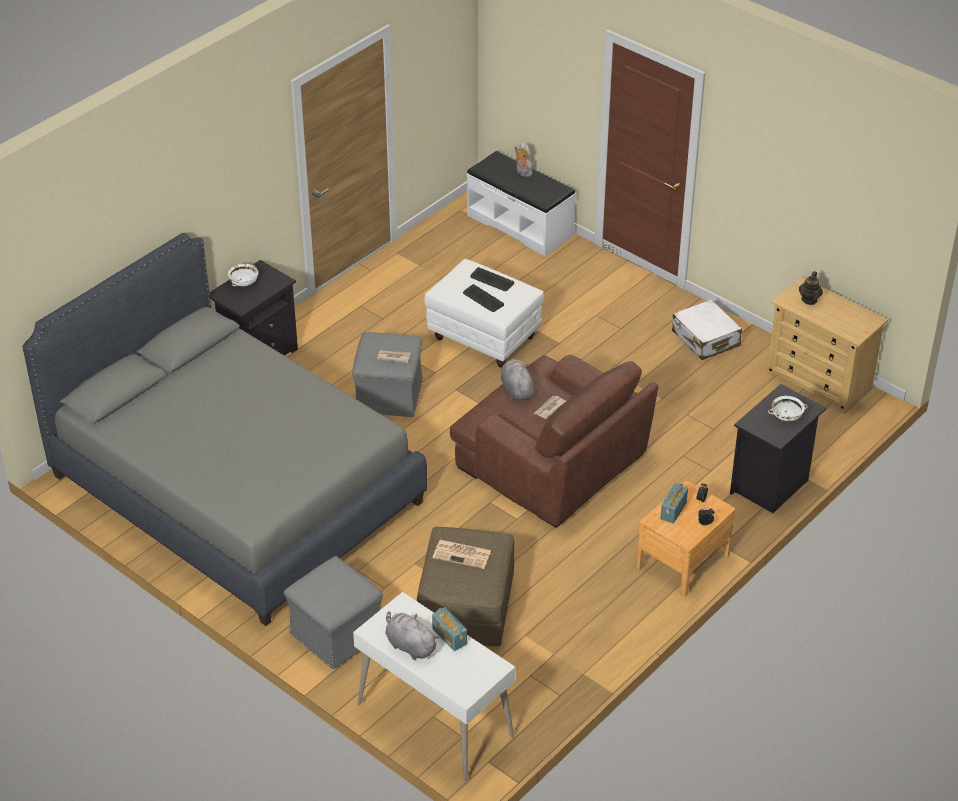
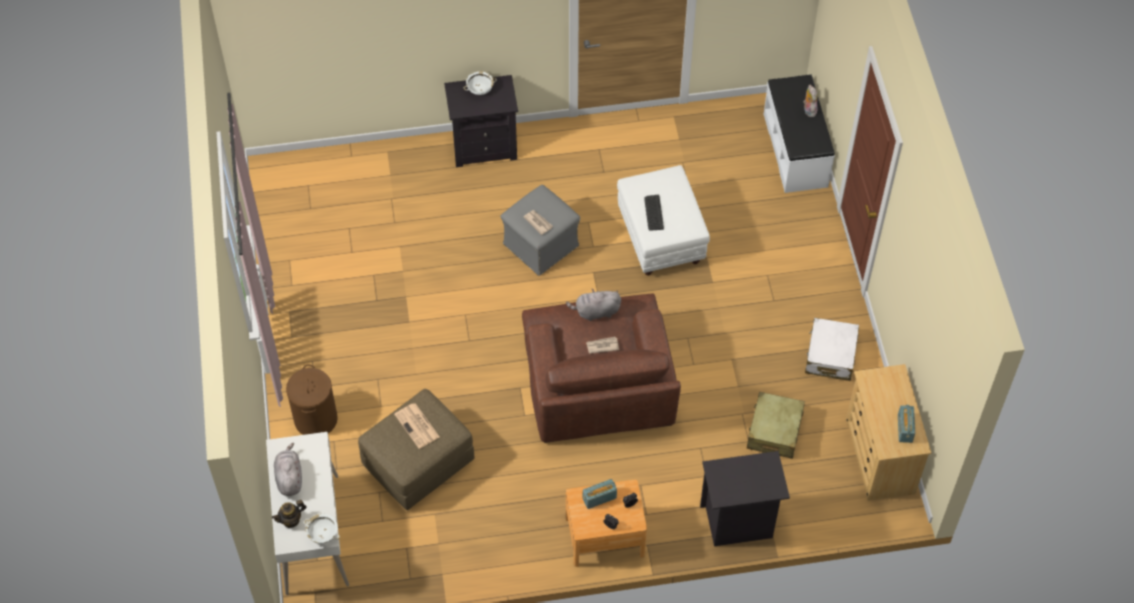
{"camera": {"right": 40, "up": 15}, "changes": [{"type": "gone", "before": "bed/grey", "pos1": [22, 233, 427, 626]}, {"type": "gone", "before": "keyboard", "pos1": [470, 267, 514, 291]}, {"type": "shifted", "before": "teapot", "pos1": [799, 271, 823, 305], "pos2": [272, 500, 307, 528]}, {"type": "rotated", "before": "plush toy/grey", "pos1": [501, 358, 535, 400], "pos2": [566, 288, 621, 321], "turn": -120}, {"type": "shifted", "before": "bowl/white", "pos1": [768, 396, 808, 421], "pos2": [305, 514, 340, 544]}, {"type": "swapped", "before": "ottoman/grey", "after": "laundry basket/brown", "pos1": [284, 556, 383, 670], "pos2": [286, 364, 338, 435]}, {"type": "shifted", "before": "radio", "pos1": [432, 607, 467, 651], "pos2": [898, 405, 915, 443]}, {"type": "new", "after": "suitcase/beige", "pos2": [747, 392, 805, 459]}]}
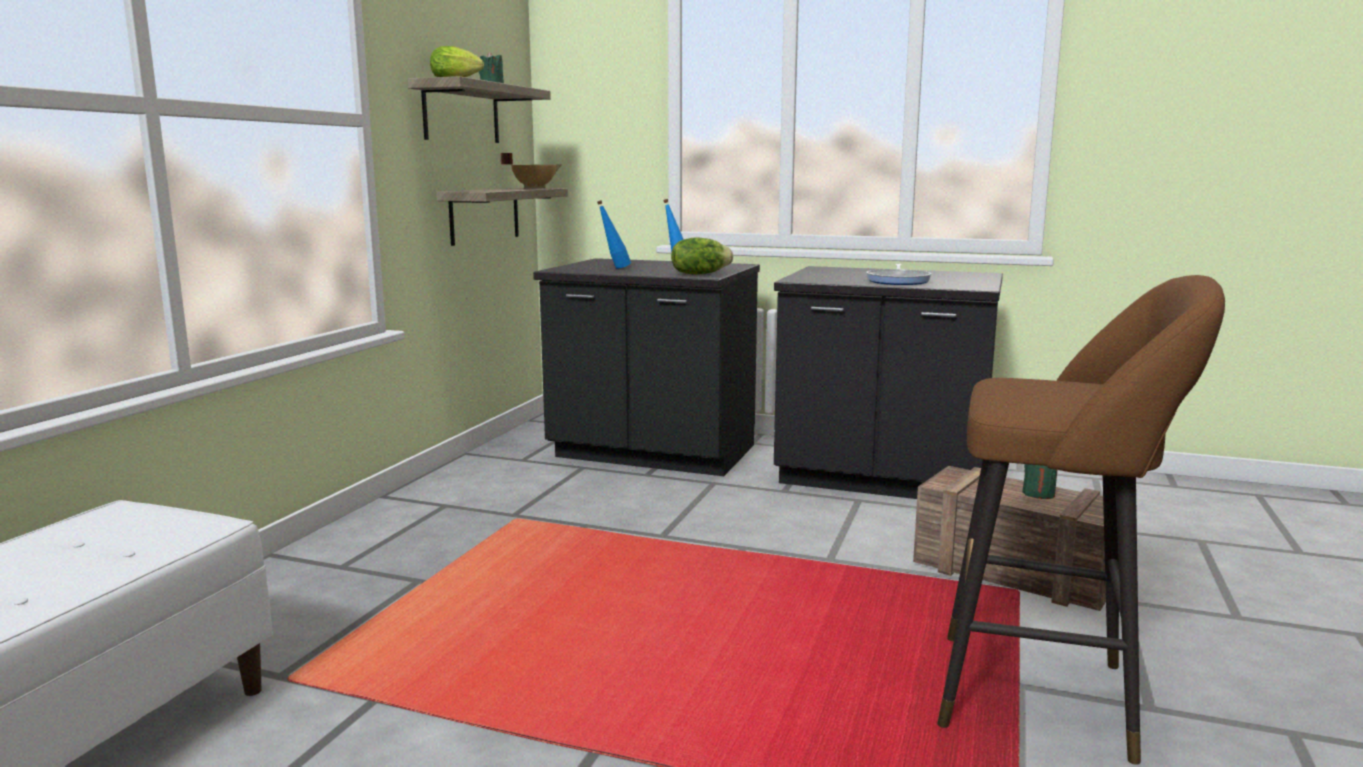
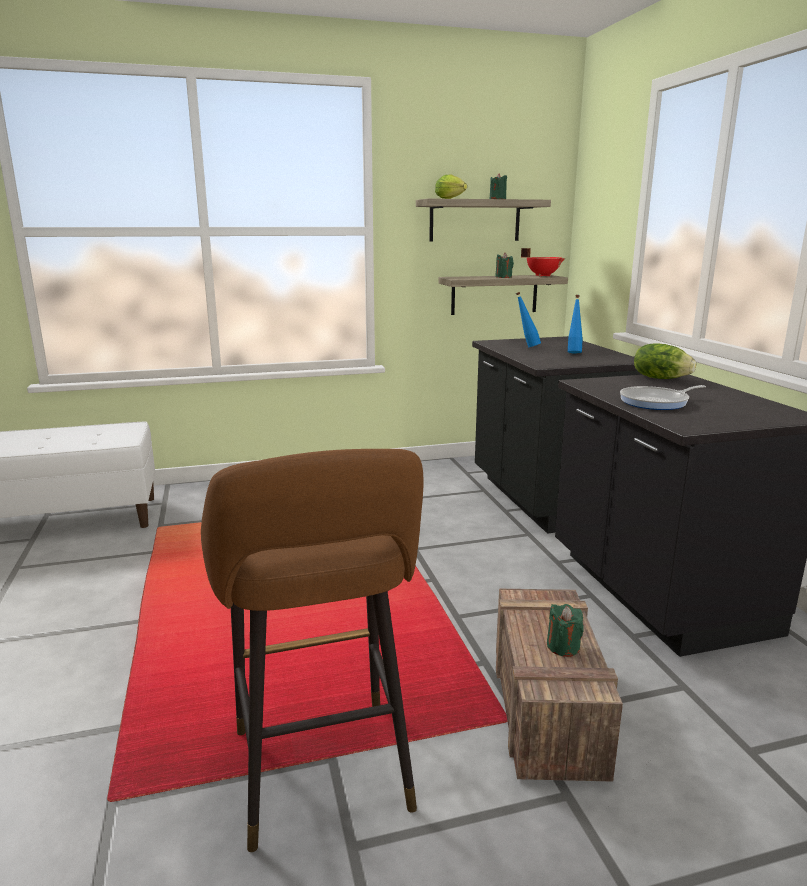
{"camera": {"right": 55, "up": 5}, "changes": [{"type": "repainted", "before": "cooking pot/beige", "after": "cooking pot/red", "pos1": [501, 153, 562, 188], "pos2": [521, 248, 565, 276]}, {"type": "shifted", "before": "lettuce", "pos1": [671, 237, 733, 275], "pos2": [634, 343, 696, 379]}, {"type": "new", "after": "candle/green", "pos2": [495, 253, 514, 278]}]}
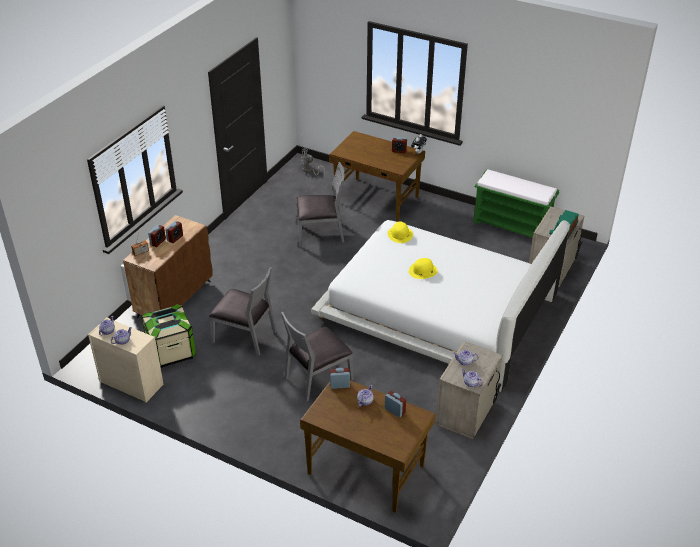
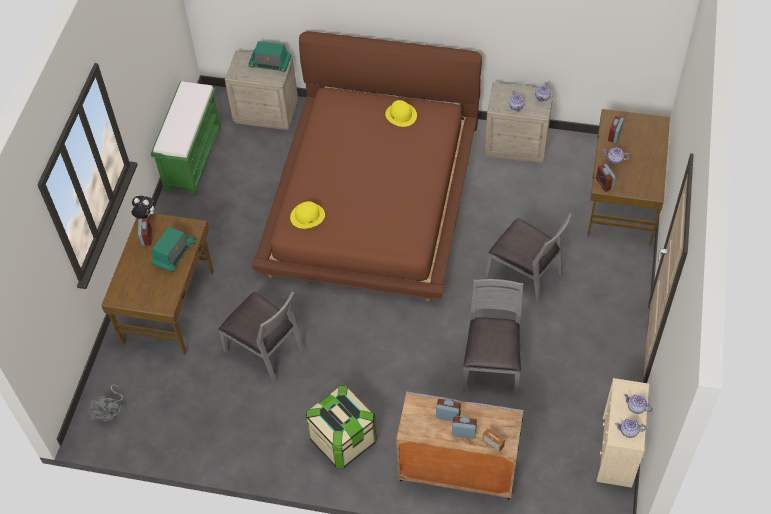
{"camera": {"right": -105, "up": 15}, "changes": [{"type": "rotated", "before": "chair/grey", "pos1": [296, 162, 345, 247], "pos2": [218, 291, 304, 382], "turn": 150}, {"type": "repainted", "before": "cabinet/brown", "after": "cabinet/grey", "pos1": [123, 215, 213, 318], "pos2": [396, 391, 523, 500]}, {"type": "repainted", "before": "bed/white", "after": "bed/brown", "pos1": [311, 220, 570, 392], "pos2": [252, 31, 482, 301]}, {"type": "shifted", "before": "hat/yellow", "pos1": [409, 258, 438, 279], "pos2": [385, 100, 417, 127]}, {"type": "shifted", "before": "storage box", "pos1": [142, 304, 196, 368], "pos2": [306, 386, 377, 468]}, {"type": "new", "after": "radio", "pos2": [151, 227, 195, 272]}]}
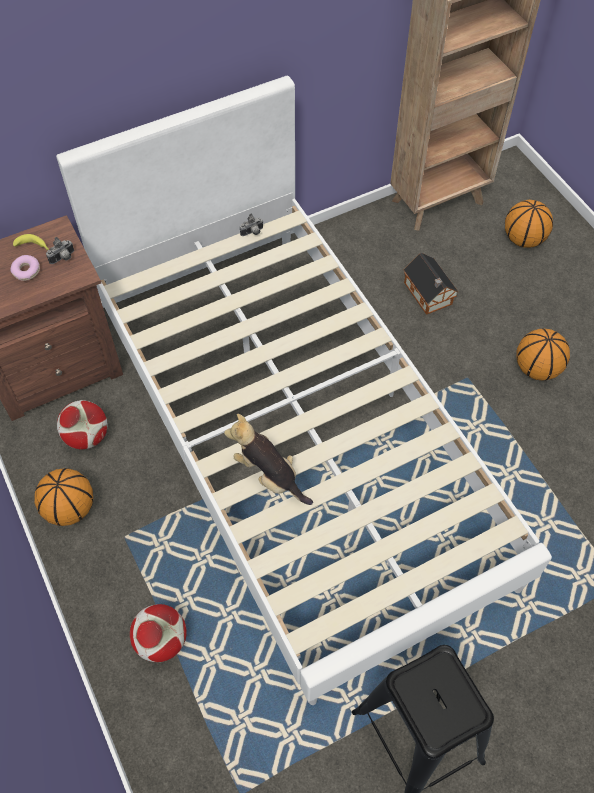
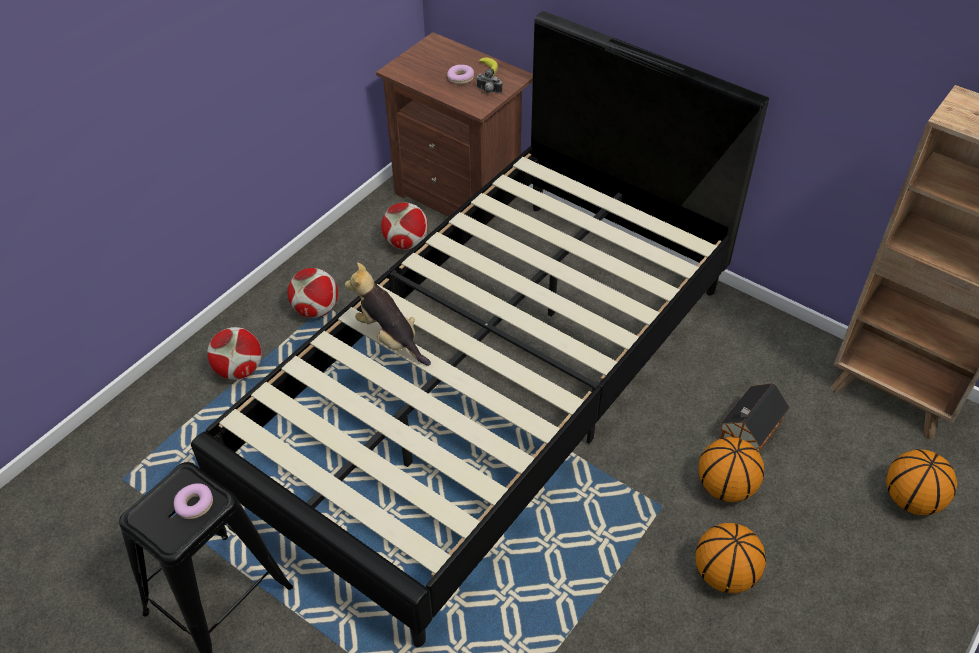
{"camera": {"right": 65, "up": -10}, "changes": [{"type": "repainted", "before": "bed/white", "after": "bed/black", "pos1": [56, 76, 552, 705], "pos2": [191, 11, 769, 647]}, {"type": "gone", "before": "photo camera", "pos1": [240, 214, 263, 236]}, {"type": "rotated", "before": "plush toy", "pos1": [224, 414, 313, 505], "pos2": [345, 262, 431, 366], "turn": -60}, {"type": "shifted", "before": "basketball", "pos1": [34, 468, 93, 526], "pos2": [698, 437, 764, 502]}, {"type": "new", "after": "football", "pos2": [288, 268, 338, 318]}, {"type": "new", "after": "donut", "pos2": [174, 483, 213, 519]}]}
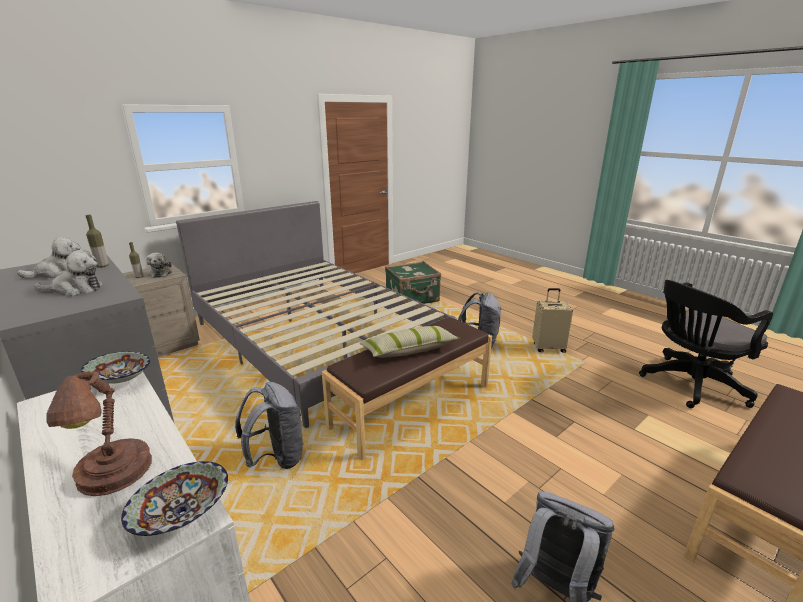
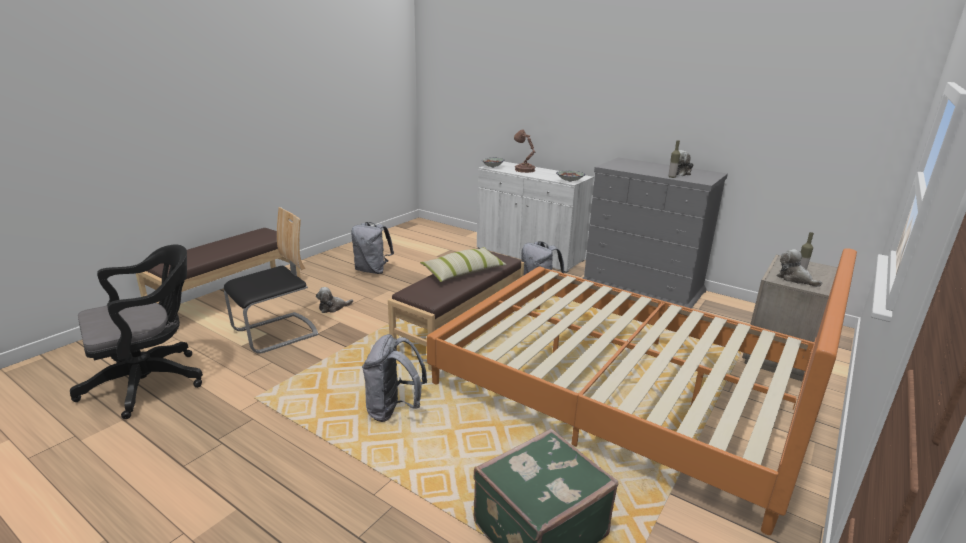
{"camera": {"right": 165, "up": 0}, "changes": [{"type": "repainted", "before": "bed/grey", "after": "bed/orange", "pos1": [176, 201, 457, 428], "pos2": [427, 248, 857, 535]}, {"type": "shifted", "before": "plush toy", "pos1": [34, 250, 103, 297], "pos2": [316, 287, 353, 313]}, {"type": "gone", "before": "suitcase/beige", "pos1": [532, 288, 573, 353]}, {"type": "new", "after": "chair", "pos2": [224, 207, 319, 354]}]}
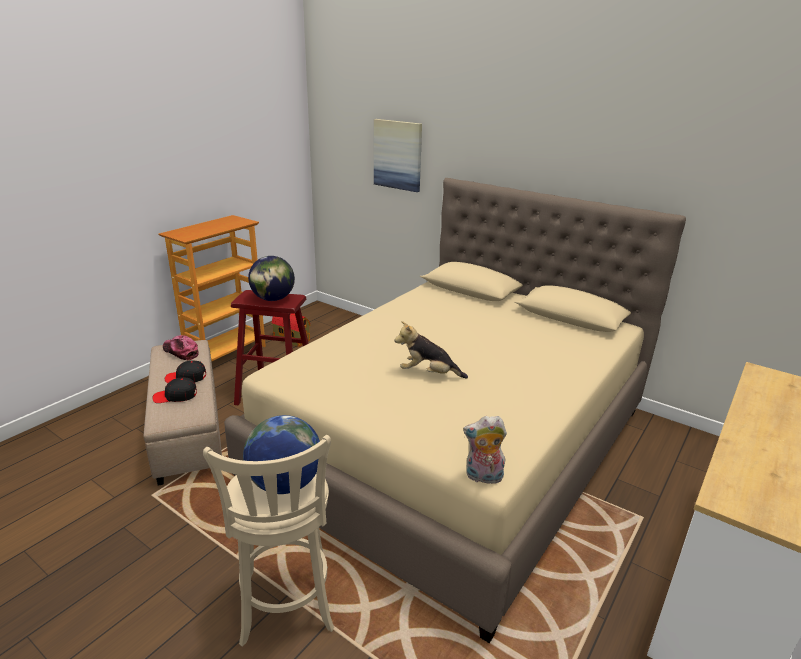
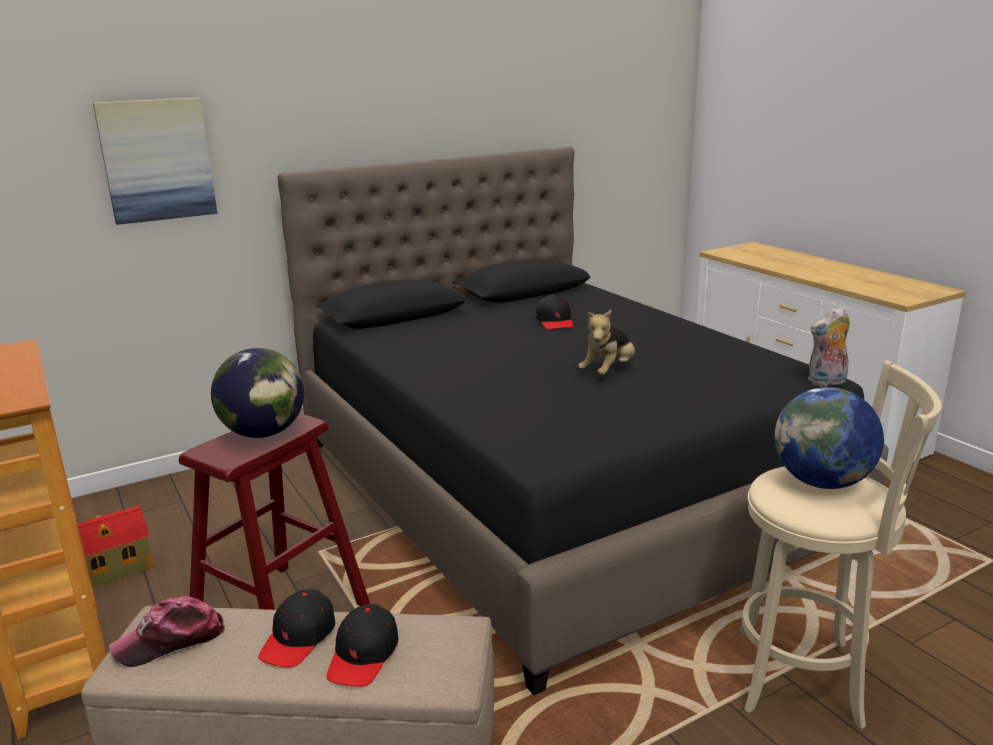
{"camera": {"right": -65, "up": -5}, "changes": [{"type": "repainted", "before": "bed/beige", "after": "bed/black", "pos1": [224, 178, 686, 643], "pos2": [277, 147, 889, 695]}, {"type": "rotated", "before": "plush toy", "pos1": [463, 416, 507, 484], "pos2": [808, 306, 850, 386], "turn": 45}, {"type": "new", "after": "cap/black", "pos2": [536, 295, 573, 330]}]}
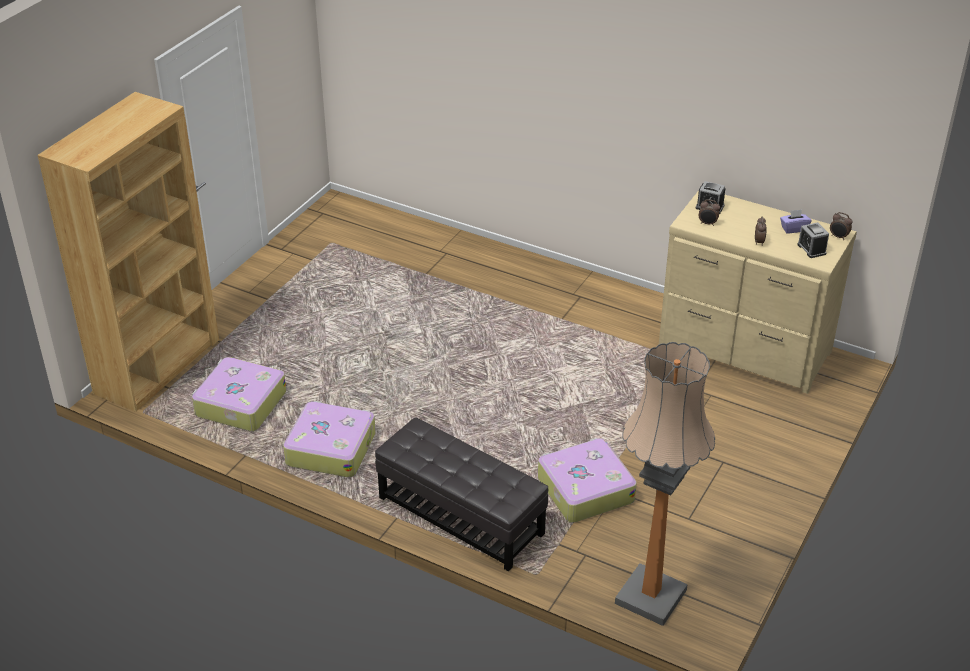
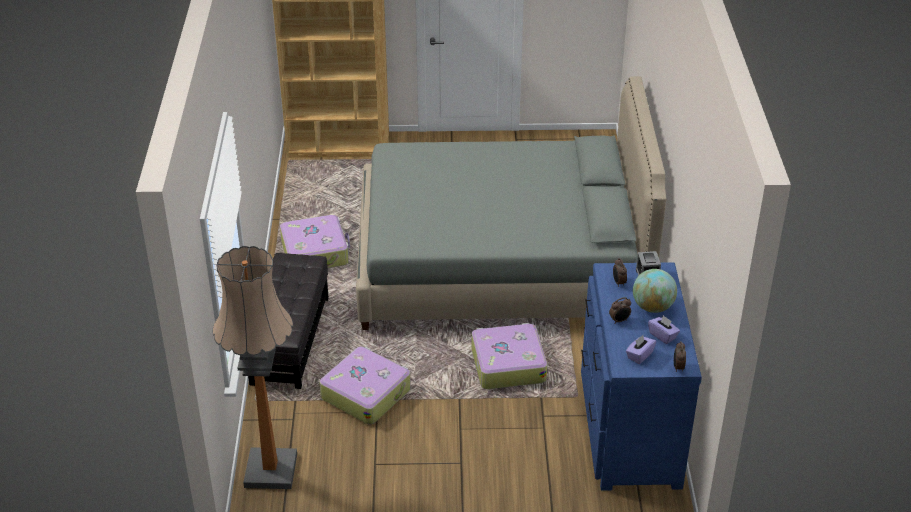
{"camera": {"right": 60, "up": 0}, "changes": [{"type": "repainted", "before": "dresser/beige", "after": "dresser/blue", "pos1": [659, 191, 857, 394], "pos2": [581, 262, 702, 491]}, {"type": "swapped", "before": "alarm clock", "after": "tissue box/purple", "pos1": [797, 222, 829, 258], "pos2": [626, 335, 656, 364]}, {"type": "shifted", "before": "suitcase", "pos1": [192, 357, 286, 431], "pos2": [472, 323, 547, 389]}, {"type": "new", "after": "bed/grey", "pos2": [356, 76, 666, 330]}, {"type": "new", "after": "globe", "pos2": [633, 269, 677, 313]}]}
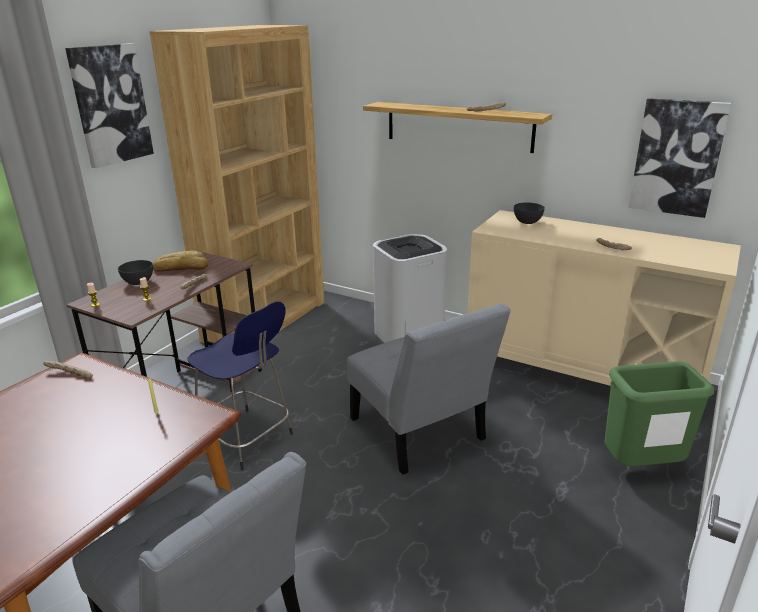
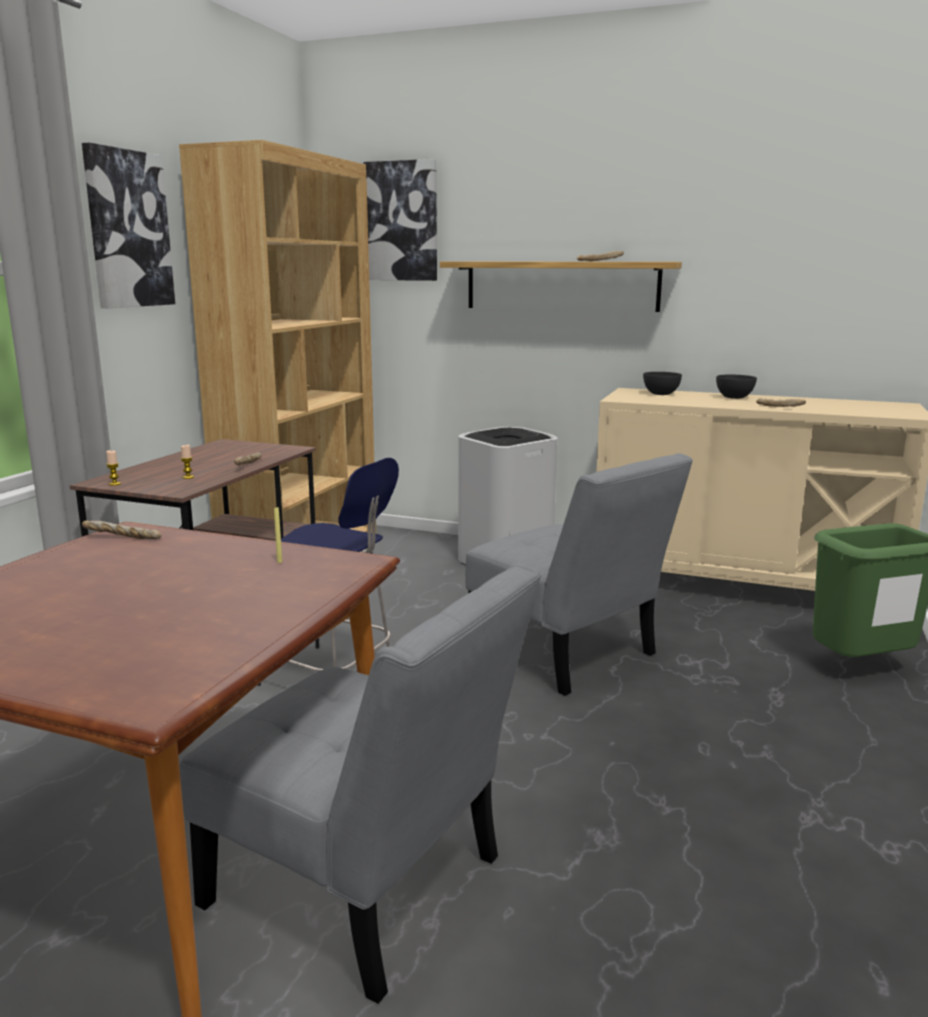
{"camera": {"right": -10, "up": -10}, "changes": [{"type": "shifted", "before": "picture", "pos1": [628, 98, 731, 218], "pos2": [364, 159, 437, 281]}, {"type": "gone", "before": "bread", "pos1": [153, 251, 209, 272]}, {"type": "shifted", "before": "bowl/grey", "pos1": [118, 260, 153, 285], "pos2": [716, 375, 757, 399]}]}
